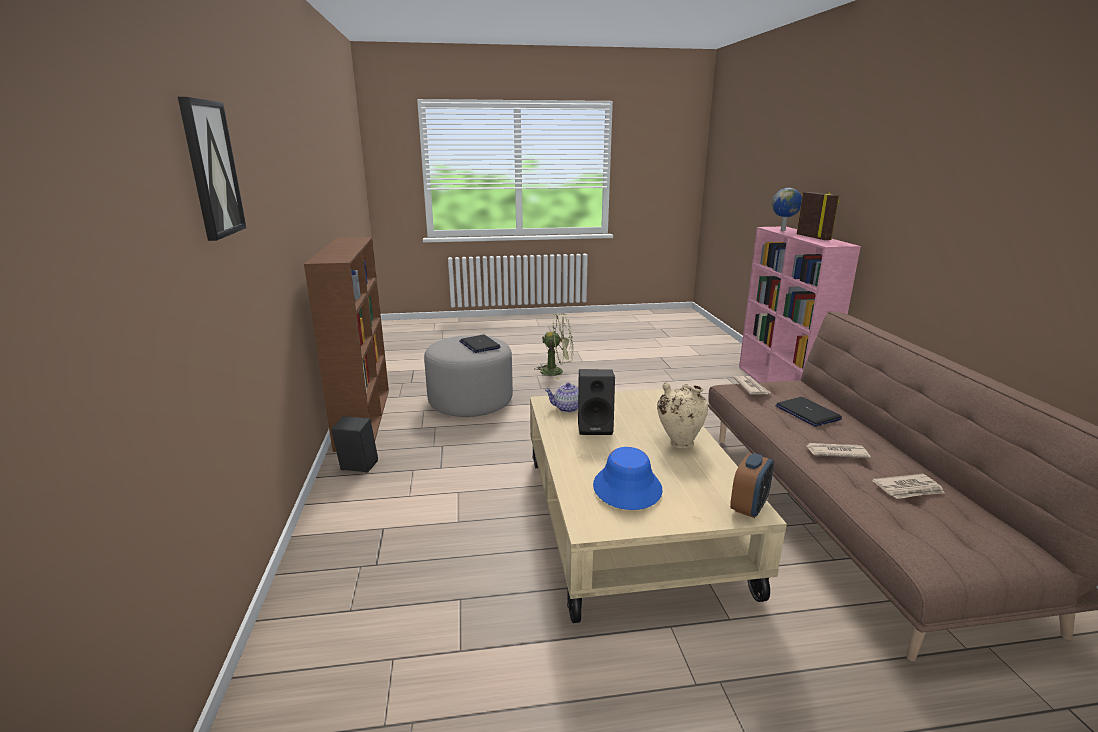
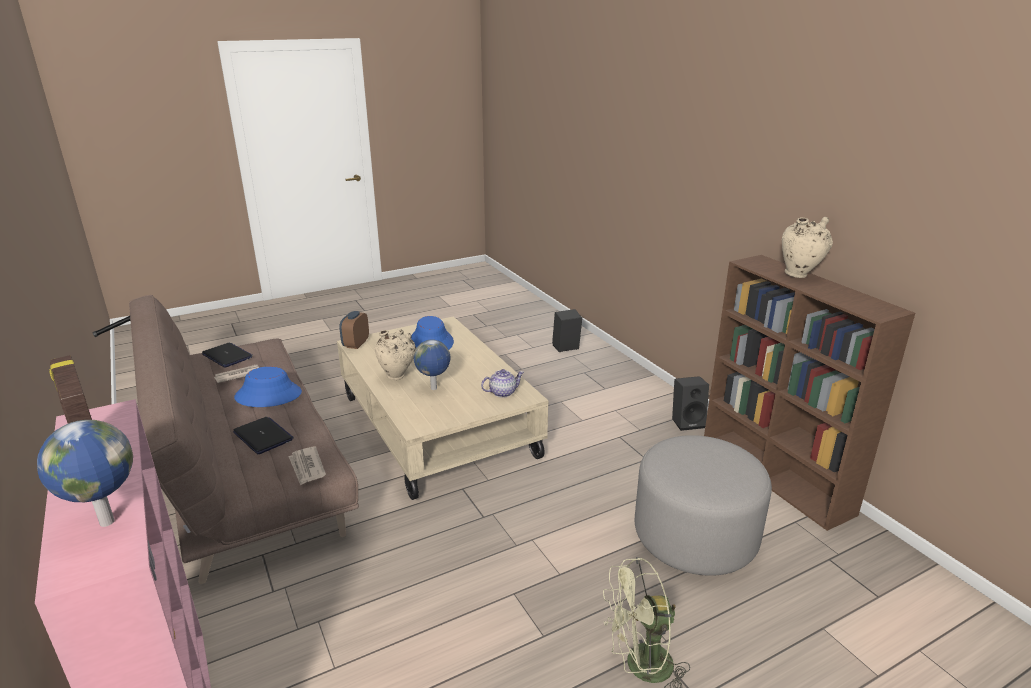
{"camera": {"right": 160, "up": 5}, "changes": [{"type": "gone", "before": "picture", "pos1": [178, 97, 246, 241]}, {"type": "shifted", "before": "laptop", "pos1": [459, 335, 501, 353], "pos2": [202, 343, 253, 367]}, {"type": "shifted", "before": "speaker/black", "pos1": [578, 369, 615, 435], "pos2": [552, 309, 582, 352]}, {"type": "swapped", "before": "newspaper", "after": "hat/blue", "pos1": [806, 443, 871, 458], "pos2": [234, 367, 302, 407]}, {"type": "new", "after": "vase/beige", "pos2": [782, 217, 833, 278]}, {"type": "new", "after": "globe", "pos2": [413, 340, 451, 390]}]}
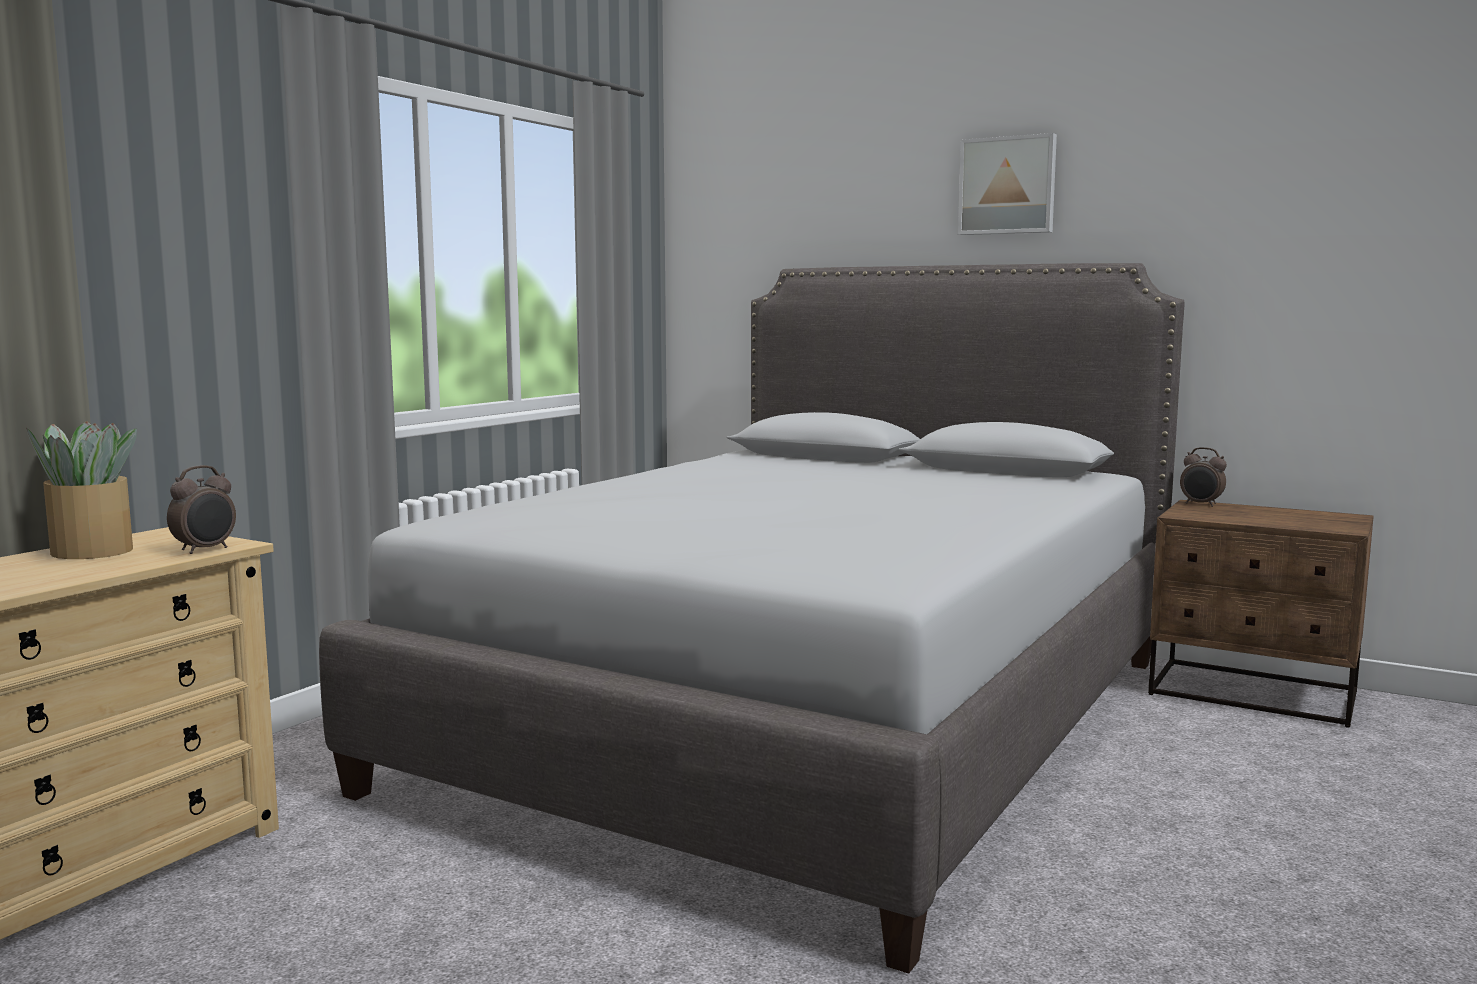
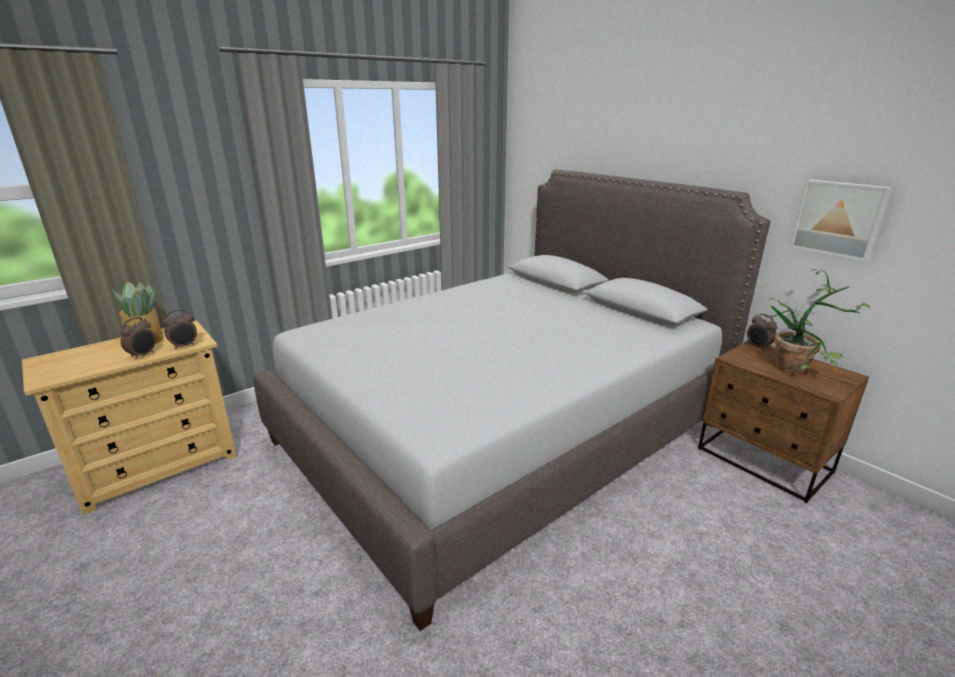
{"camera": {"right": 20, "up": 15}, "changes": [{"type": "shifted", "before": "picture", "pos1": [958, 133, 1057, 235], "pos2": [790, 179, 892, 261]}, {"type": "new", "after": "potted plant", "pos2": [756, 269, 870, 374]}, {"type": "new", "after": "alarm clock", "pos2": [120, 317, 156, 360]}]}
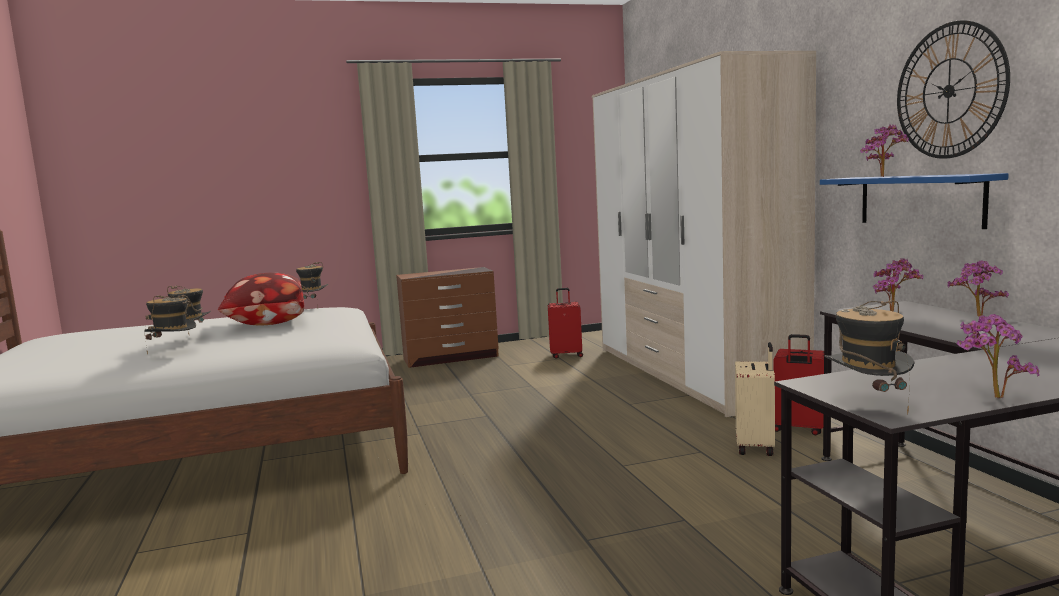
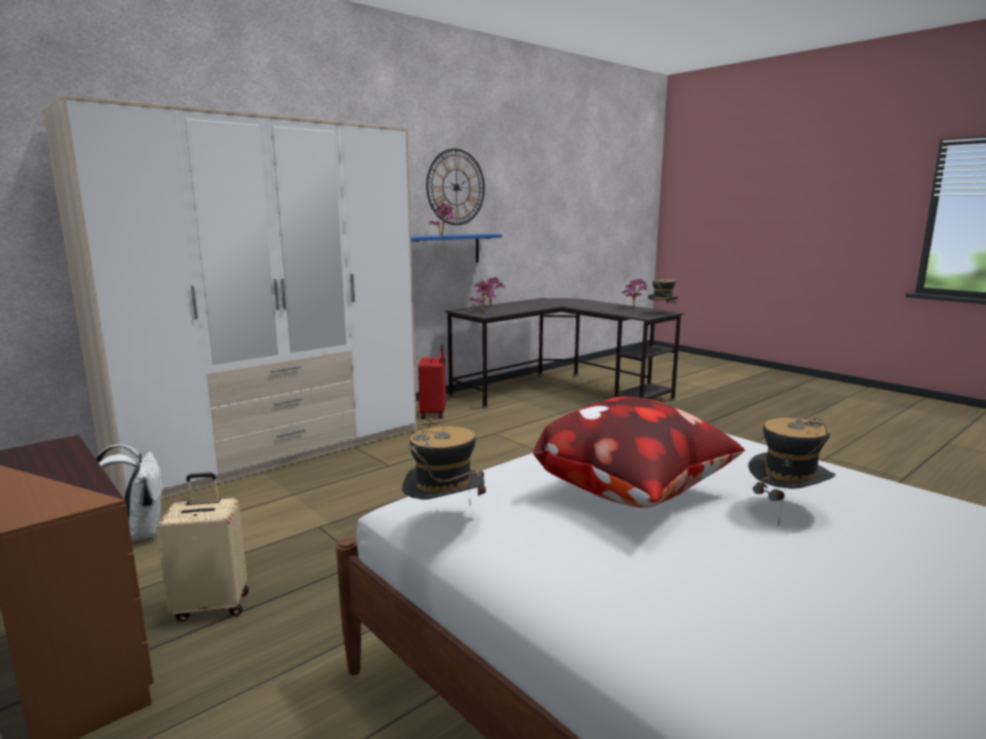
{"camera": {"right": -115, "up": 5}, "changes": [{"type": "swapped", "before": "suitcase/red", "after": "backpack/white", "pos1": [548, 288, 583, 358], "pos2": [96, 444, 165, 540]}, {"type": "gone", "before": "hat", "pos1": [144, 295, 196, 354]}, {"type": "shifted", "before": "suitcase/beige", "pos1": [735, 342, 775, 456], "pos2": [156, 473, 249, 622]}]}
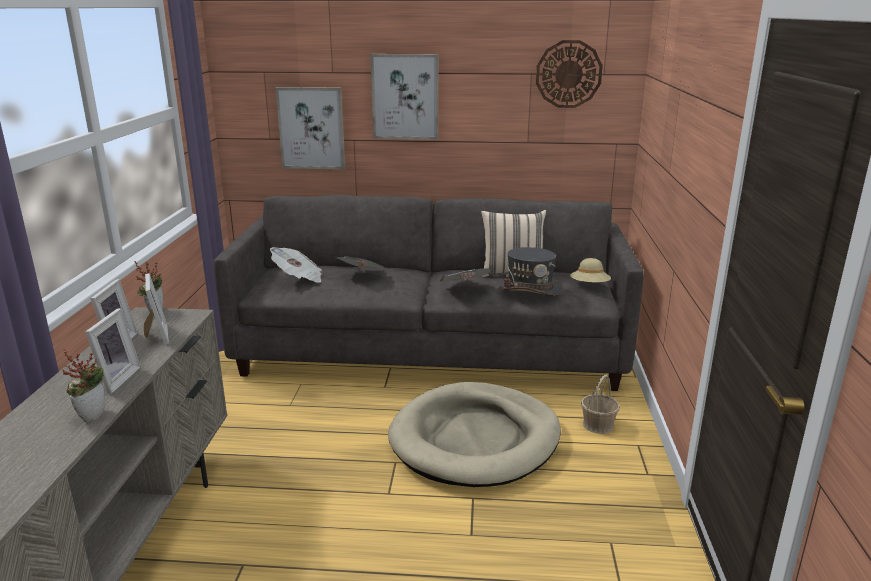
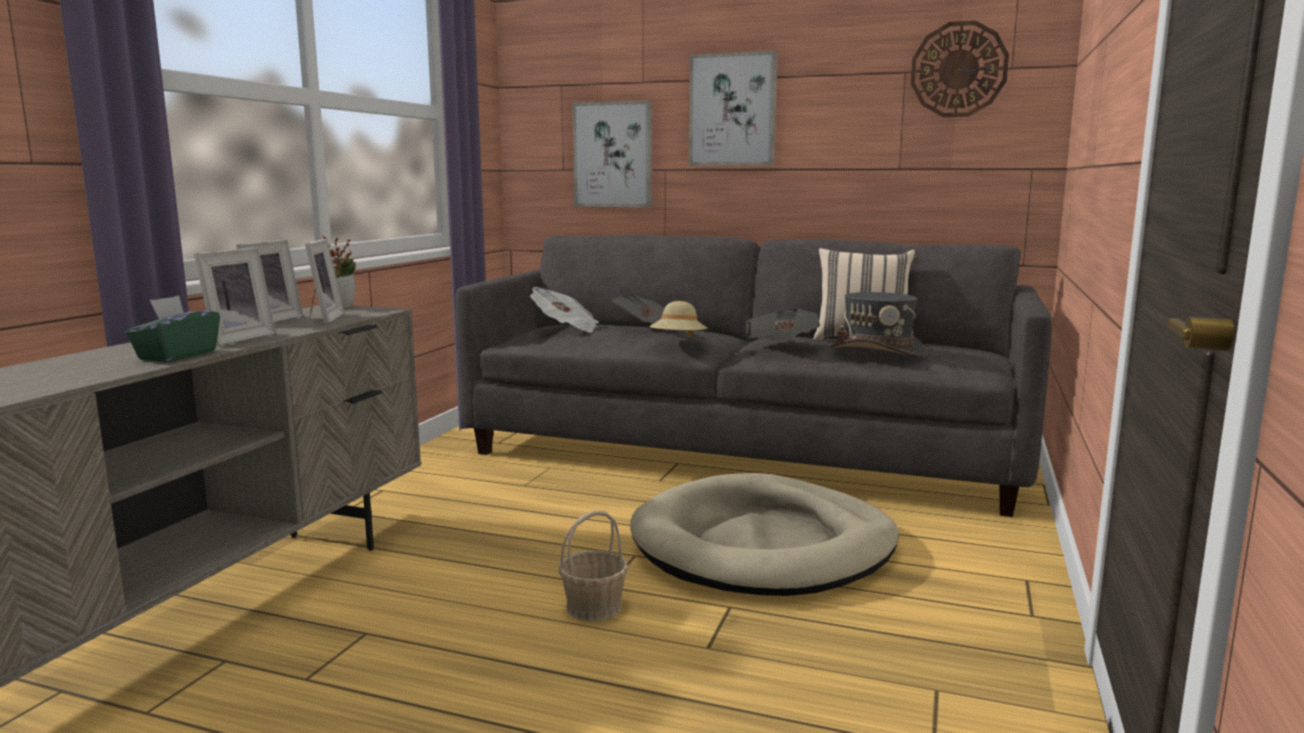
{"camera": {"right": 15, "up": -10}, "changes": [{"type": "shifted", "before": "hat/beige", "pos1": [570, 258, 611, 282], "pos2": [649, 301, 707, 337]}, {"type": "swapped", "before": "potted plant", "after": "tissue box/green", "pos1": [62, 349, 105, 422], "pos2": [125, 295, 220, 362]}, {"type": "shifted", "before": "basket", "pos1": [581, 375, 620, 434], "pos2": [559, 511, 628, 621]}]}
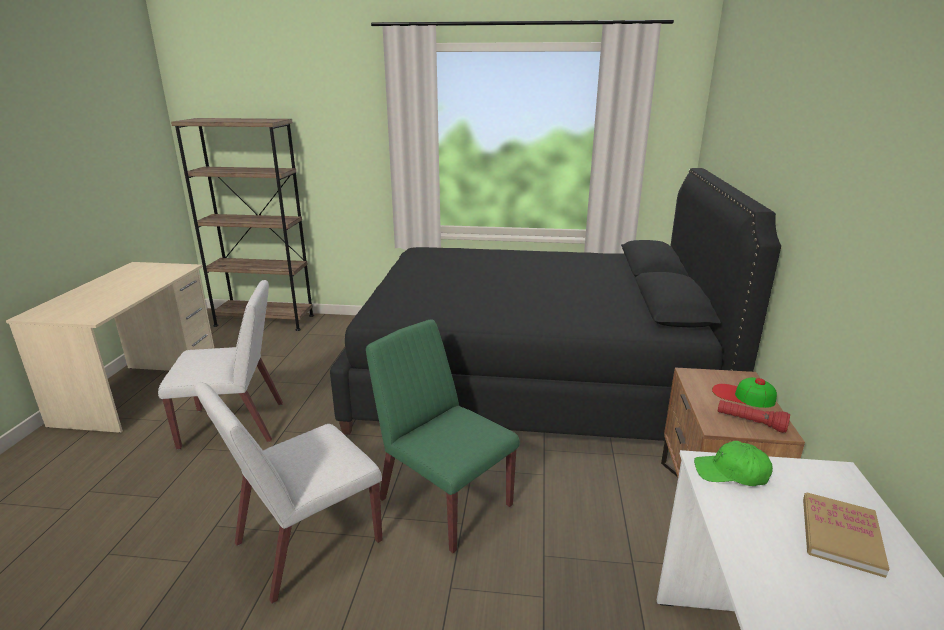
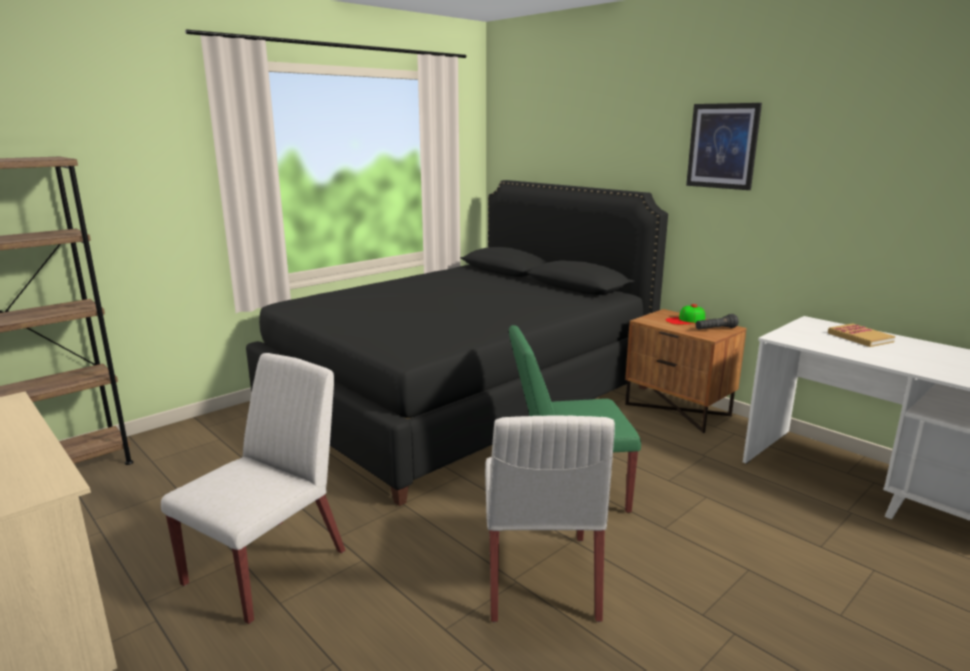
{"camera": {"right": -50, "up": -5}, "changes": [{"type": "repainted", "before": "flashlight/red", "after": "flashlight/black", "pos1": [718, 400, 790, 433], "pos2": [696, 314, 739, 329]}, {"type": "gone", "before": "cap/green", "pos1": [694, 441, 773, 486]}, {"type": "new", "after": "picture", "pos2": [686, 103, 762, 190]}]}
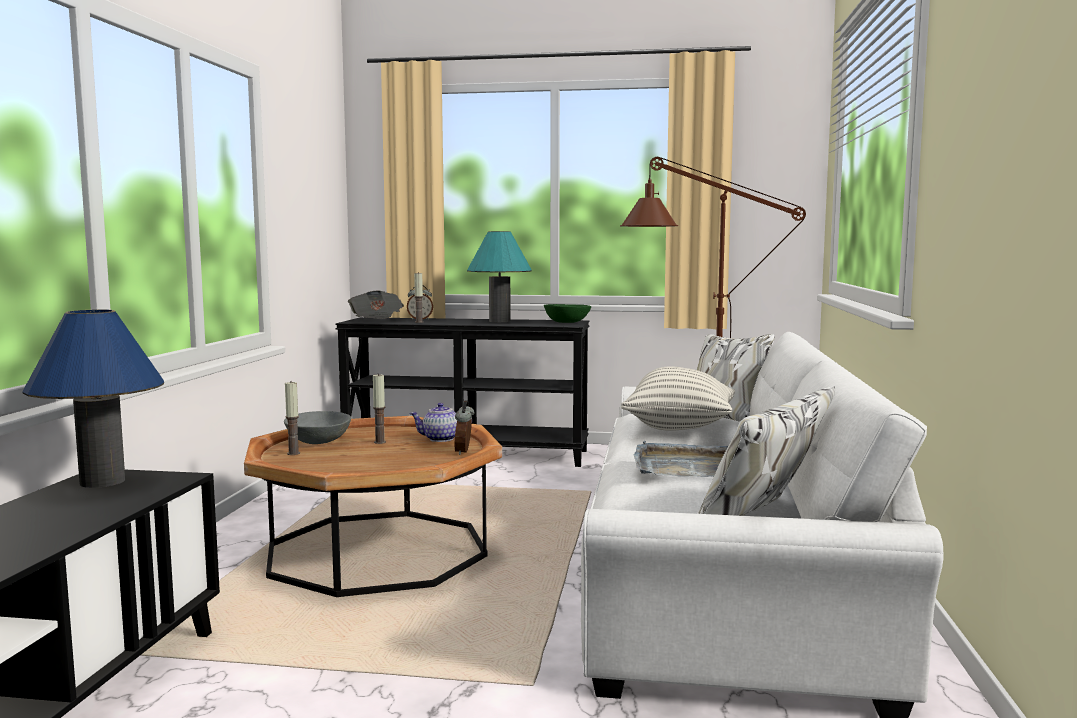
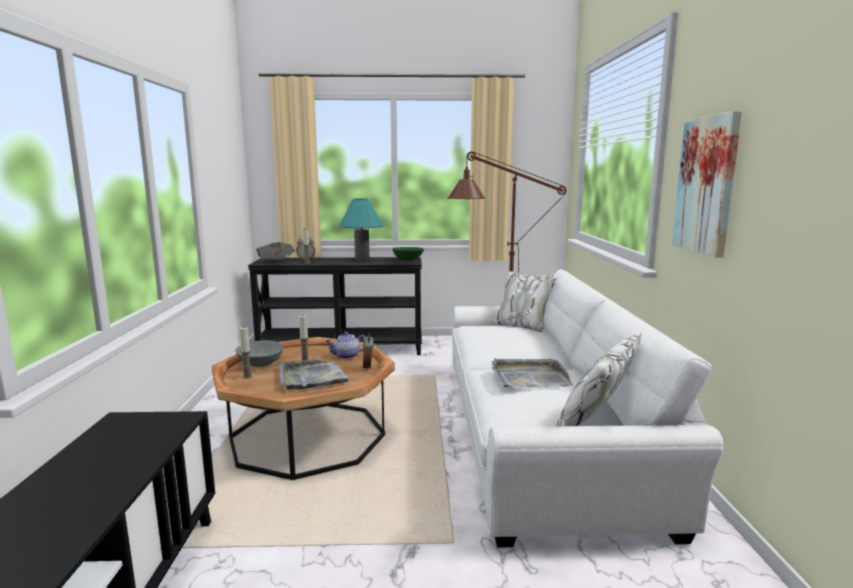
{"camera": {"right": -10, "up": 5}, "changes": [{"type": "gone", "before": "table lamp/blue", "pos1": [22, 309, 164, 488]}, {"type": "gone", "before": "pillow", "pos1": [621, 367, 735, 431]}, {"type": "new", "after": "picture", "pos2": [672, 111, 742, 258]}, {"type": "new", "after": "tray/grey", "pos2": [279, 359, 351, 390]}]}
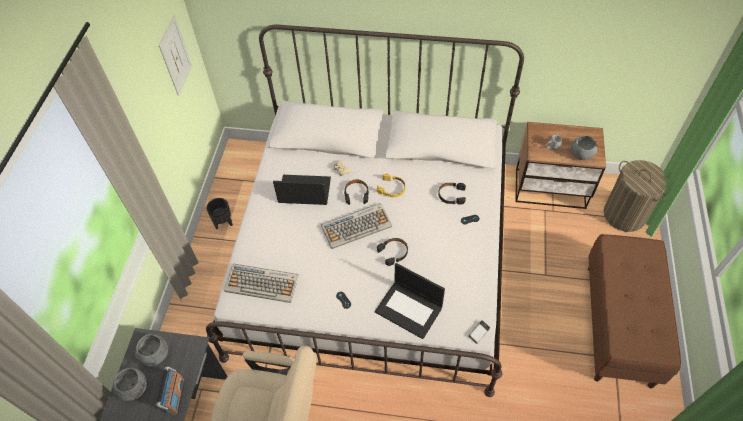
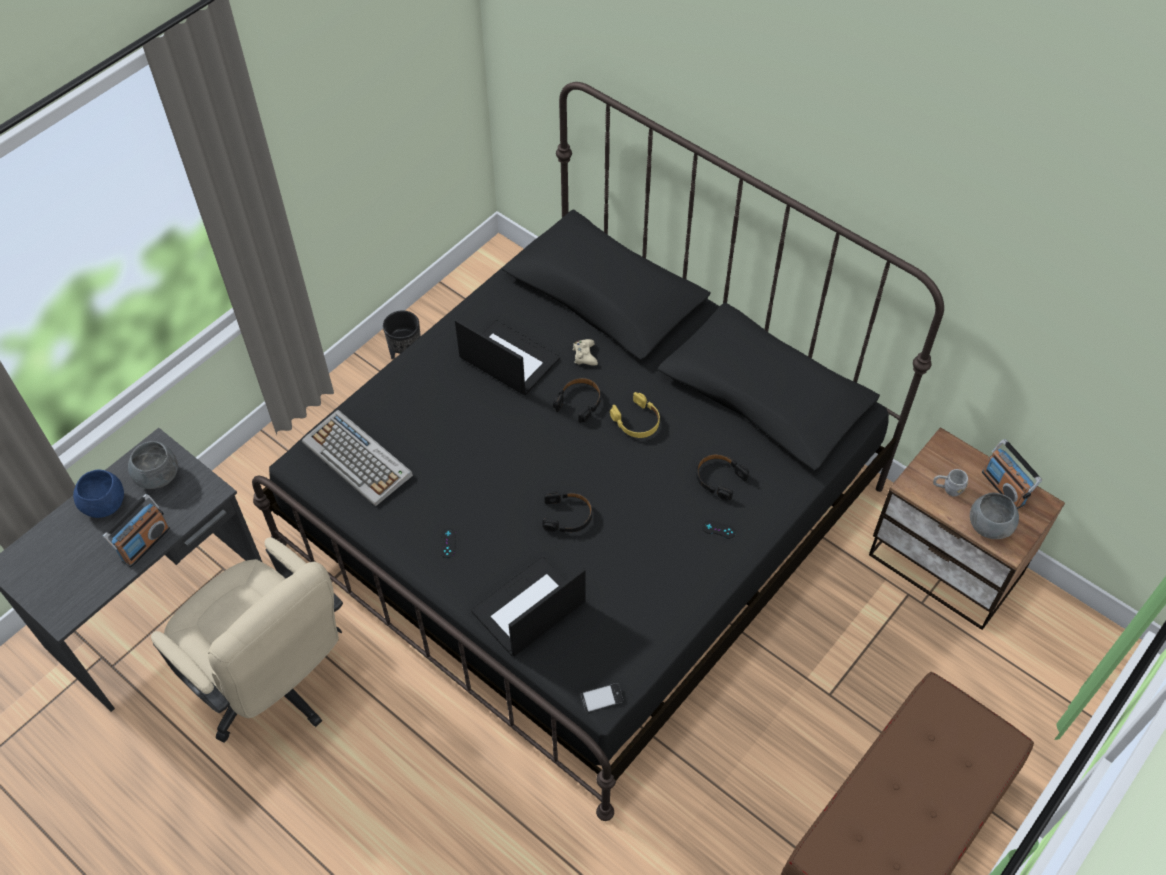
{"camera": {"right": 30, "up": 0}, "changes": [{"type": "gone", "before": "picture", "pos1": [159, 15, 192, 96]}, {"type": "repainted", "before": "bed/white", "after": "bed/black", "pos1": [206, 25, 524, 397], "pos2": [252, 82, 944, 821]}, {"type": "gone", "before": "laundry basket", "pos1": [603, 160, 668, 232]}, {"type": "gone", "before": "keyboard", "pos1": [321, 203, 392, 249]}, {"type": "rotated", "before": "laptop", "pos1": [375, 263, 445, 339], "pos2": [471, 556, 586, 656], "turn": 75}, {"type": "repainted", "before": "bowl/grey", "after": "bowl/blue", "pos1": [113, 368, 147, 401], "pos2": [73, 470, 124, 518]}, {"type": "new", "after": "radio", "pos2": [982, 439, 1042, 509]}]}
